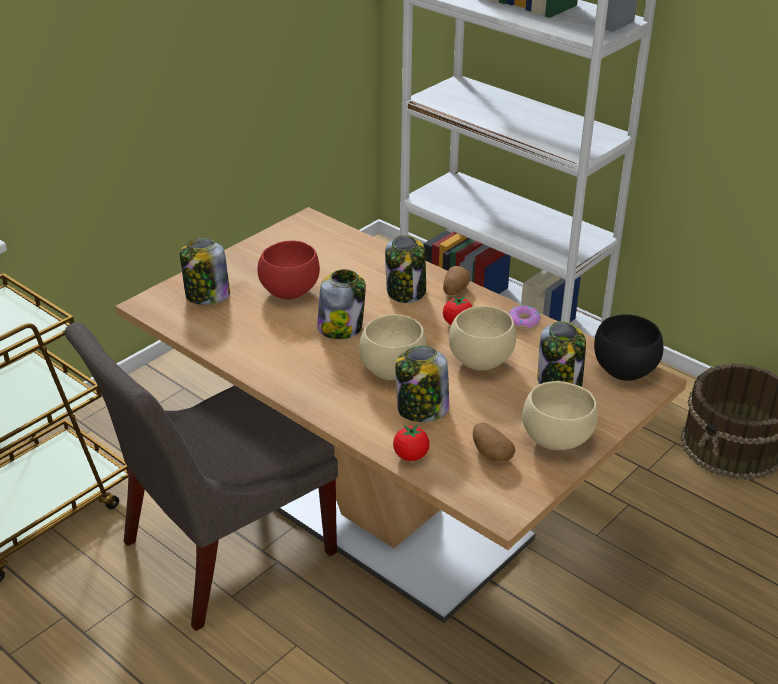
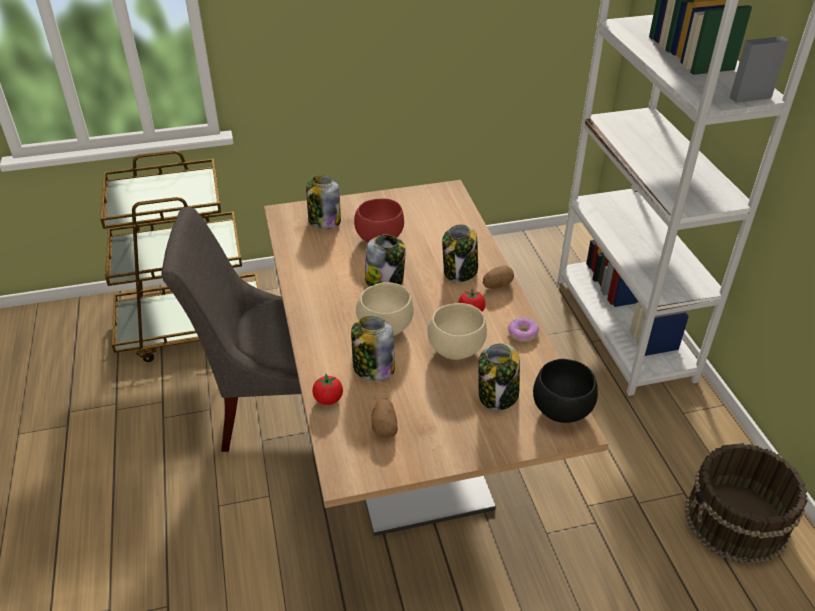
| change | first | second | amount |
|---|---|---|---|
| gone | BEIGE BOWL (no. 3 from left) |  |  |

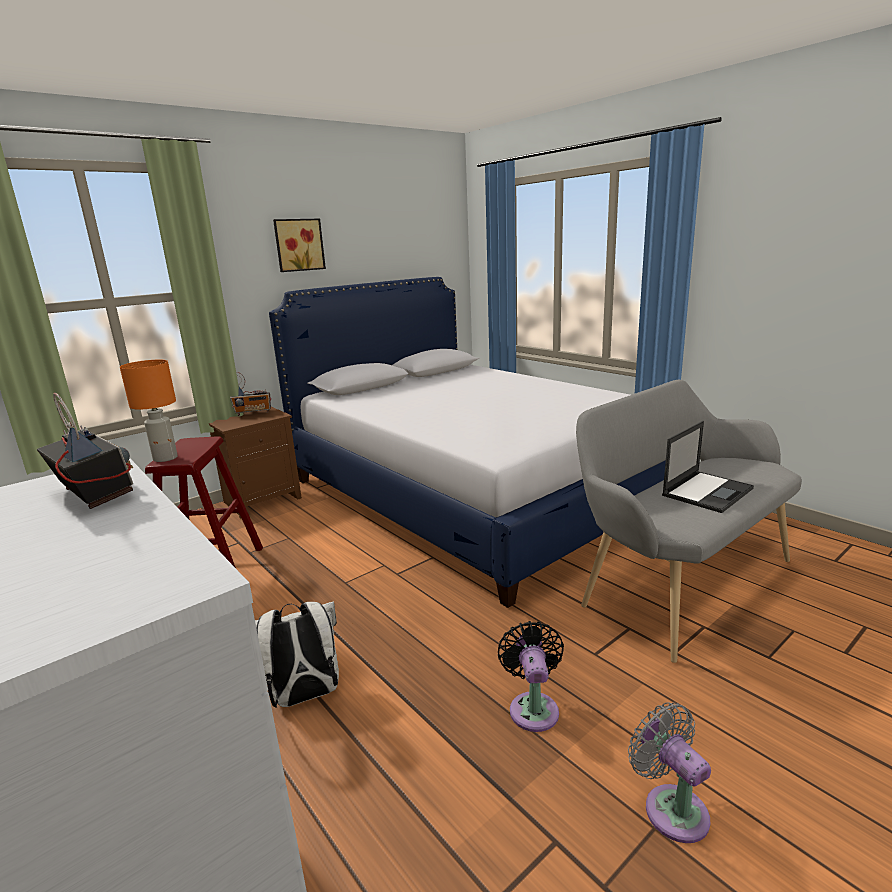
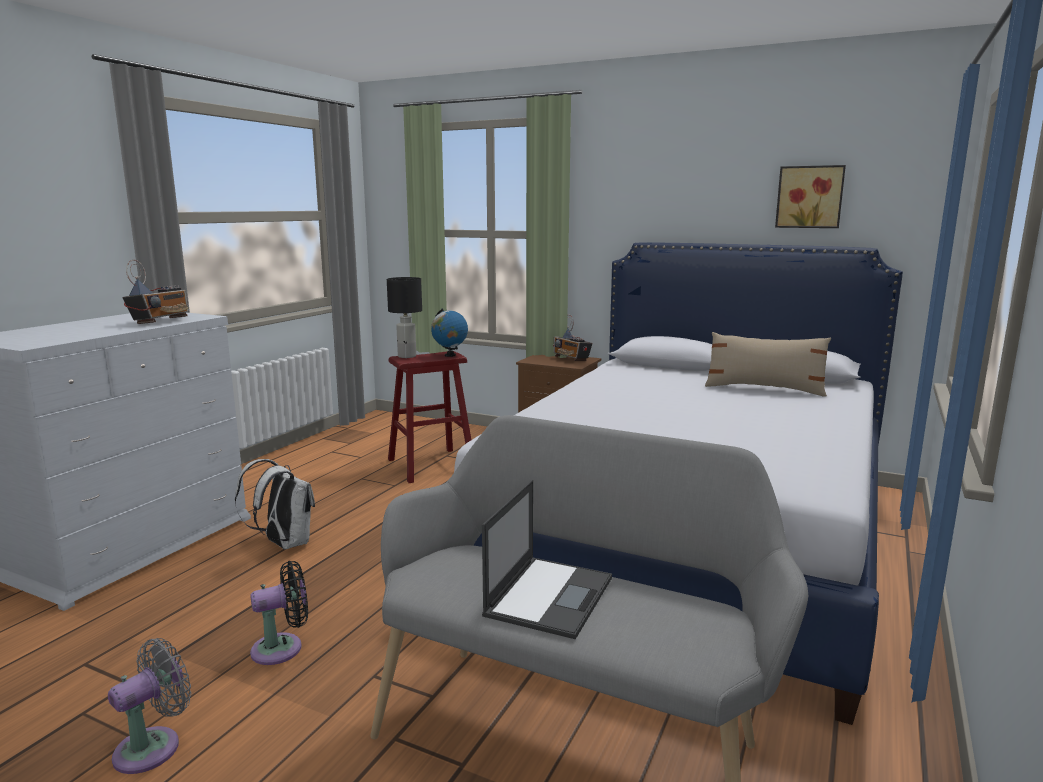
| change | first | second | amount |
|---|---|---|---|
| repainted | ORANGE TABLE LAMP | BLACK TABLE LAMP |  |
| new |  | GLOBE |  |
| rotated | LAPTOP |  | 90 degrees counterclockwise |
| new |  | BEIGE CUSHION |  |
| shifted | PICTURE |  |  |

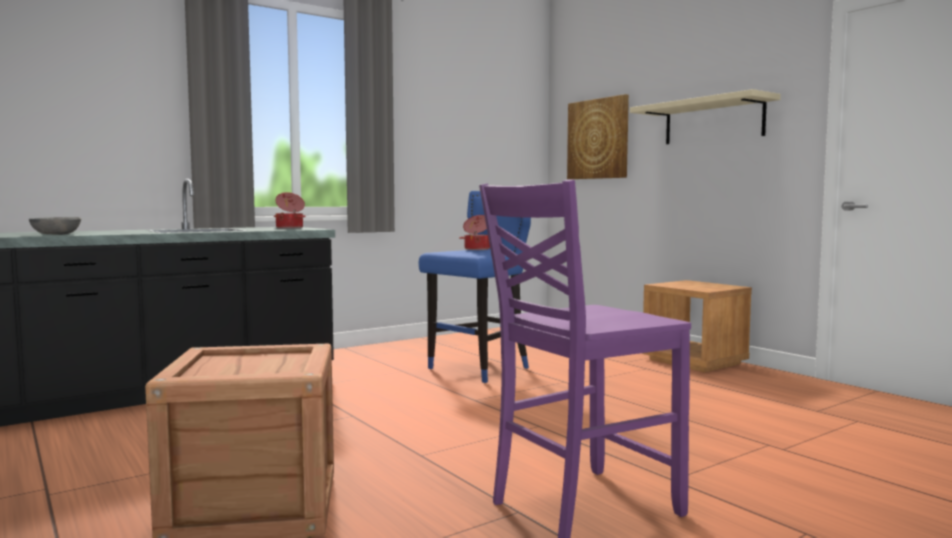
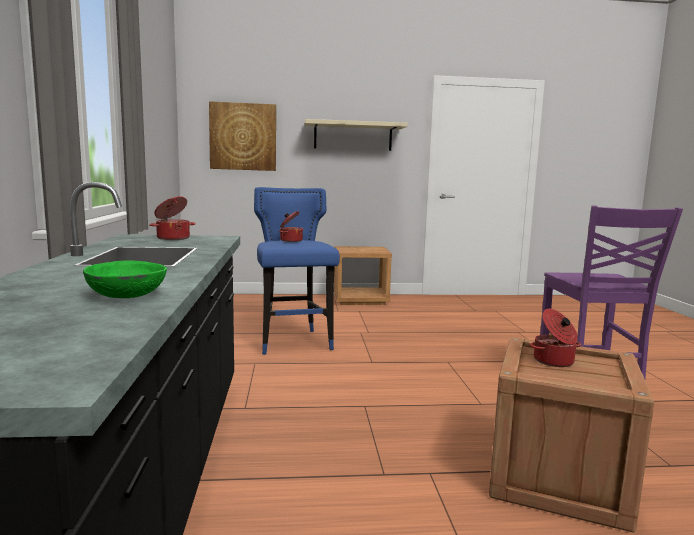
| change | first | second | amount |
|---|---|---|---|
| repainted | GREY BOWL | GREEN BOWL |  |
| new |  | SAUCEPOT (no. 3 from left) |  |

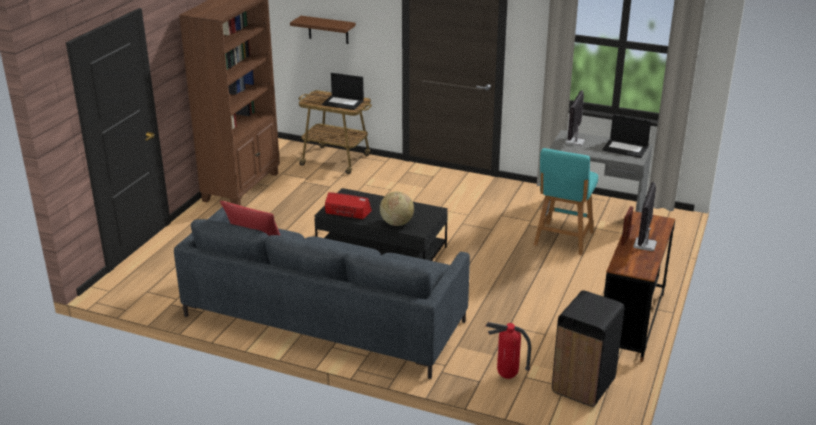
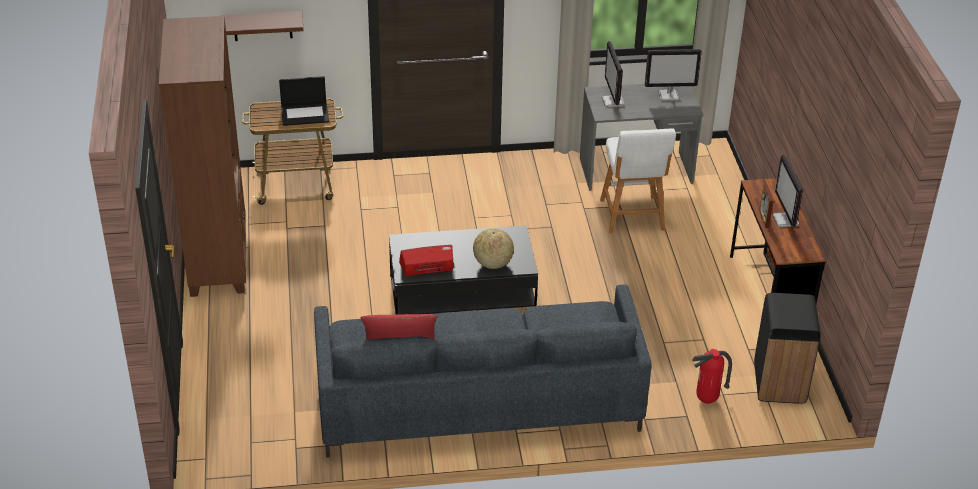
| change | first | second | amount |
|---|---|---|---|
| repainted | TURQUOISE STOOL | WHITE-COLOURED STOOL |  |
| swapped | LAPTOP (no. 2 from left) | COMPUTER DISPLAY (no. 2 from left) |  |

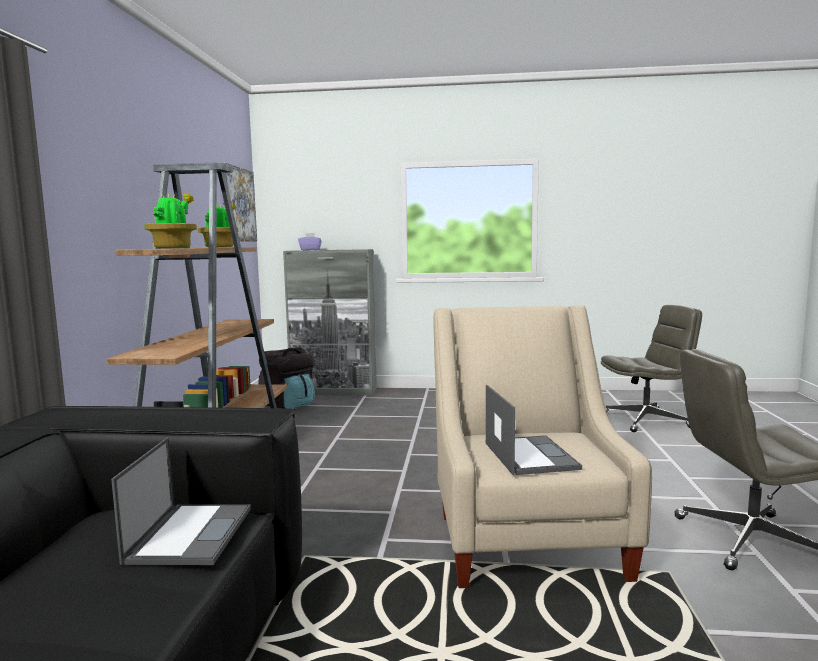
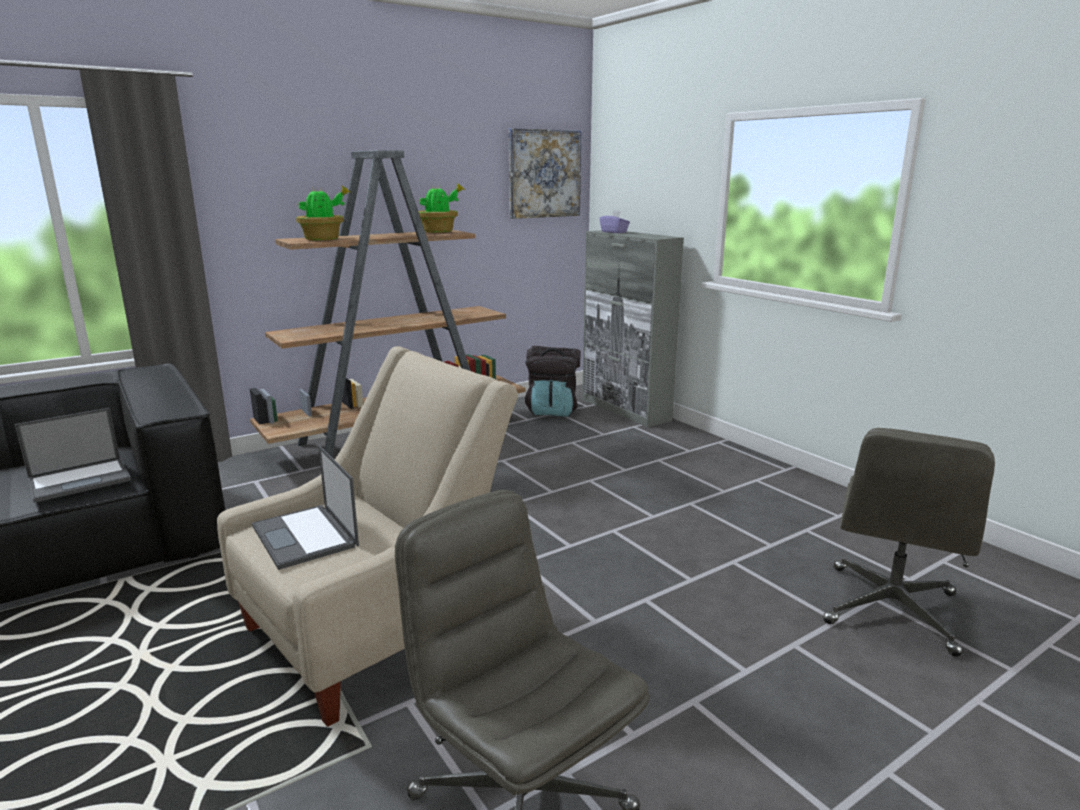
| change | first | second | amount |
|---|---|---|---|
| rotated | LAPTOP (no. 2 from left) |  | 105 degrees clockwise |
| rotated | GREY DESK CHAIR (no. 1 from left in the first image) | GREY DESK CHAIR (no. 2 from left) | 75 degrees clockwise |

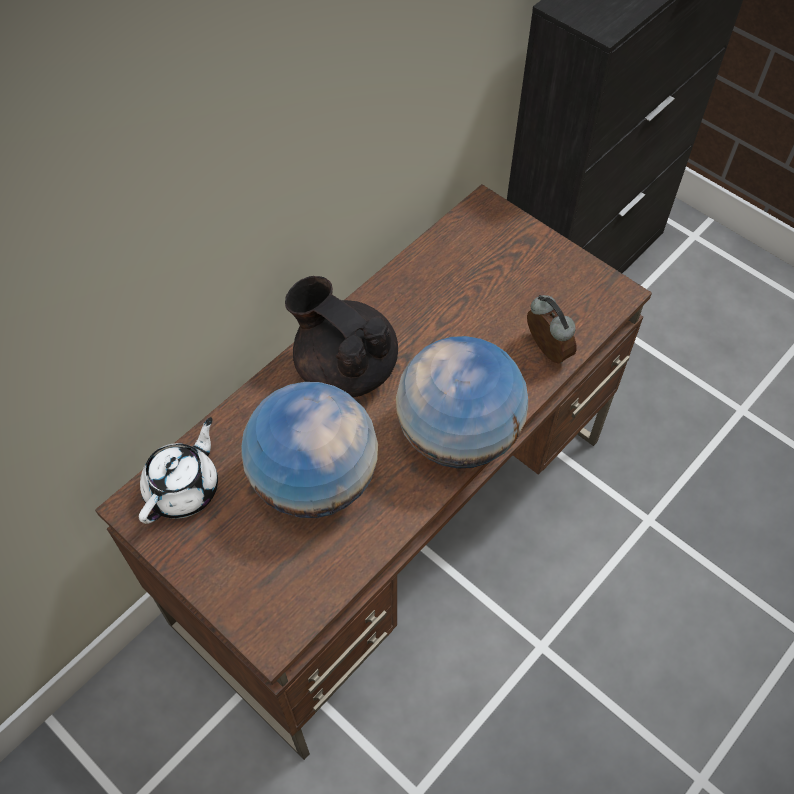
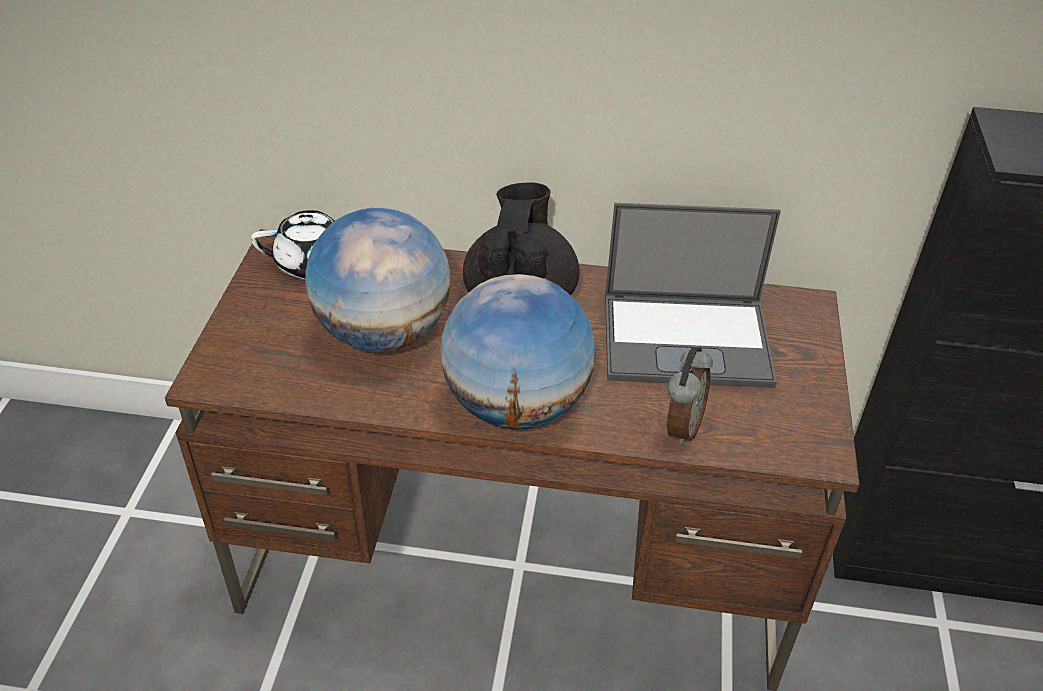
| change | first | second | amount |
|---|---|---|---|
| new |  | LAPTOP |  |

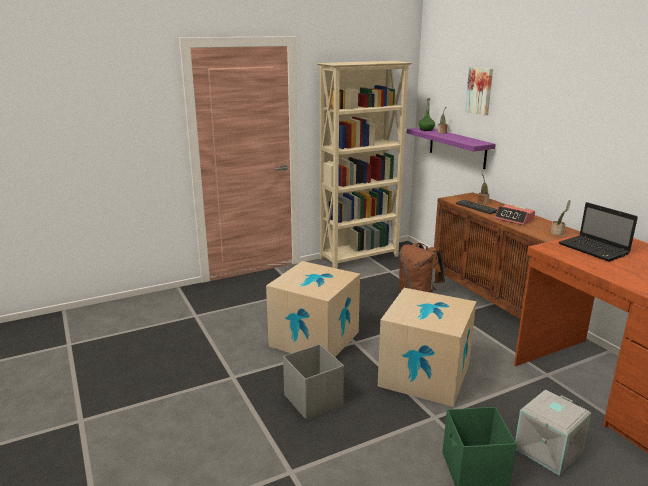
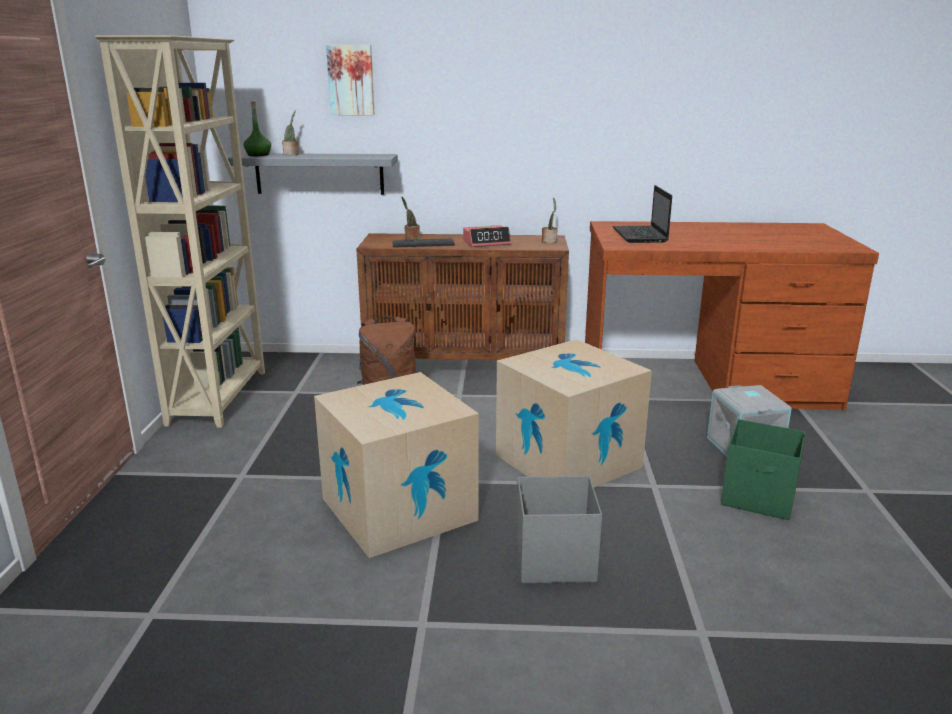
| change | first | second | amount |
|---|---|---|---|
| repainted | PURPLE BRACKET SHELF | GREY BRACKET SHELF |  |
| rotated | LAPTOP |  | 90 degrees clockwise |

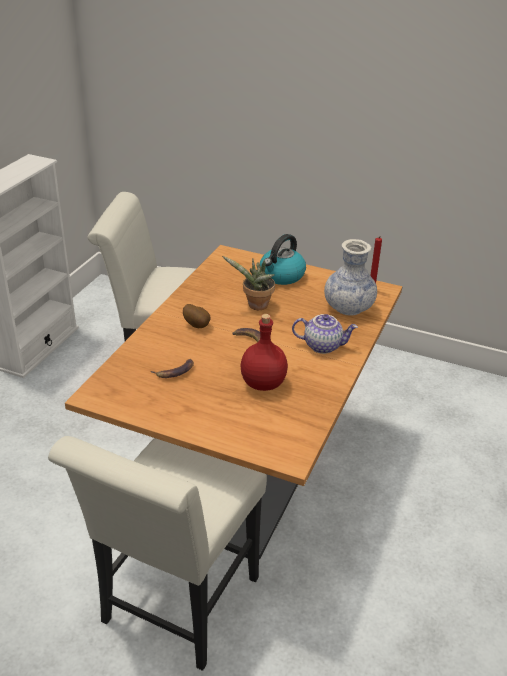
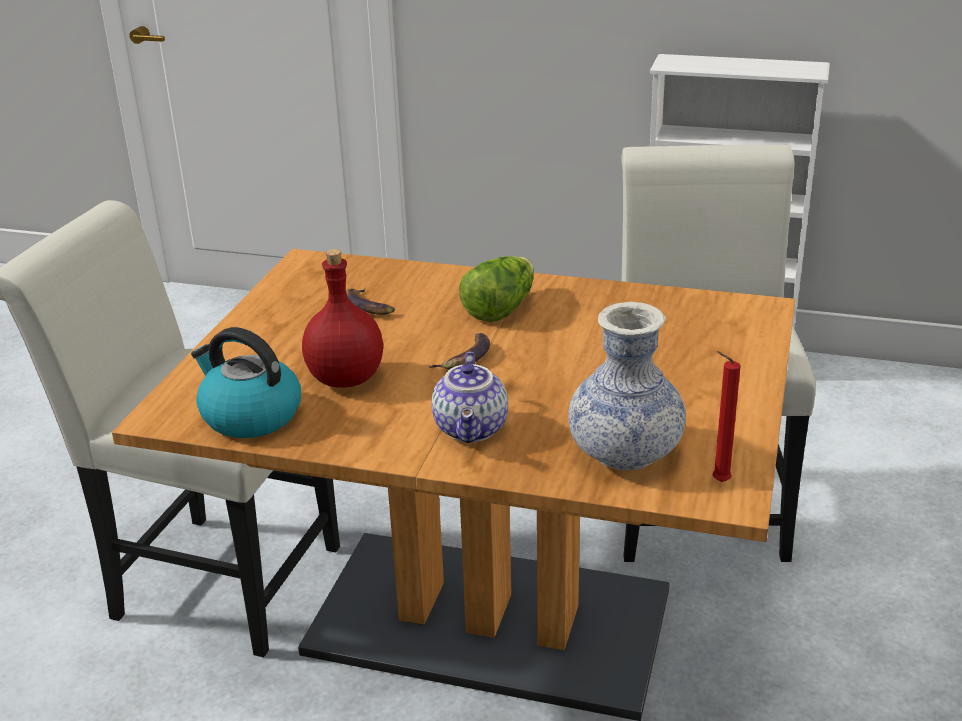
| change | first | second | amount |
|---|---|---|---|
| shifted | KETTLE |  |  |
| swapped | WHOLE POTATO | HEAD OF LETTUCE |  |
| gone | POTTED PLANT |  |  |

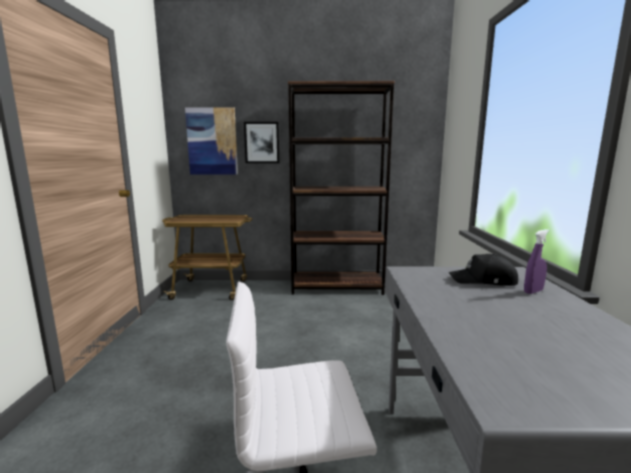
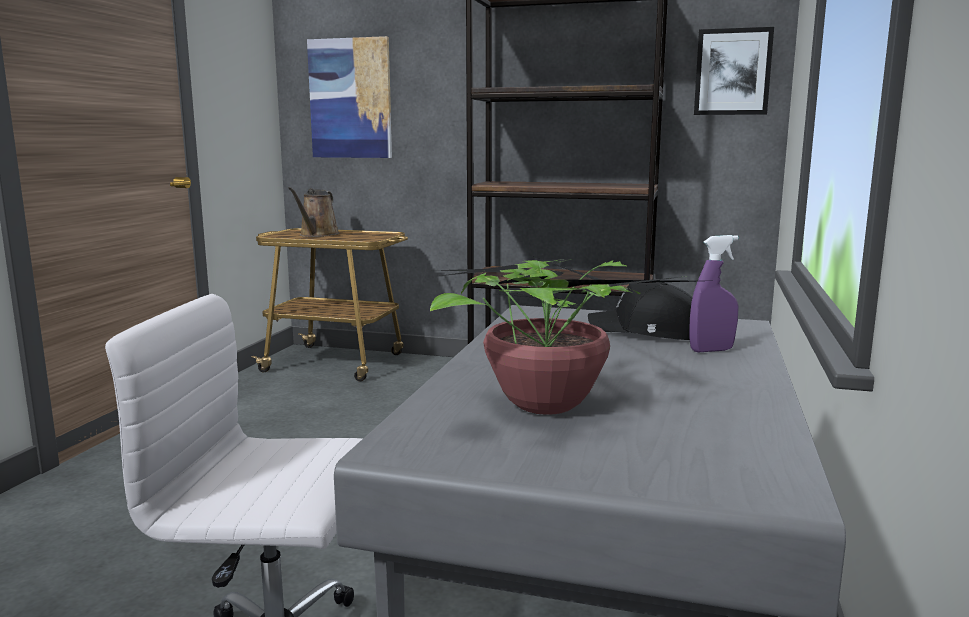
| change | first | second | amount |
|---|---|---|---|
| new |  | BROWNISH WATERING CAN |  |
| new |  | POTTED PLANT |  |
| shifted | PICTURE (no. 2 from left) |  |  |

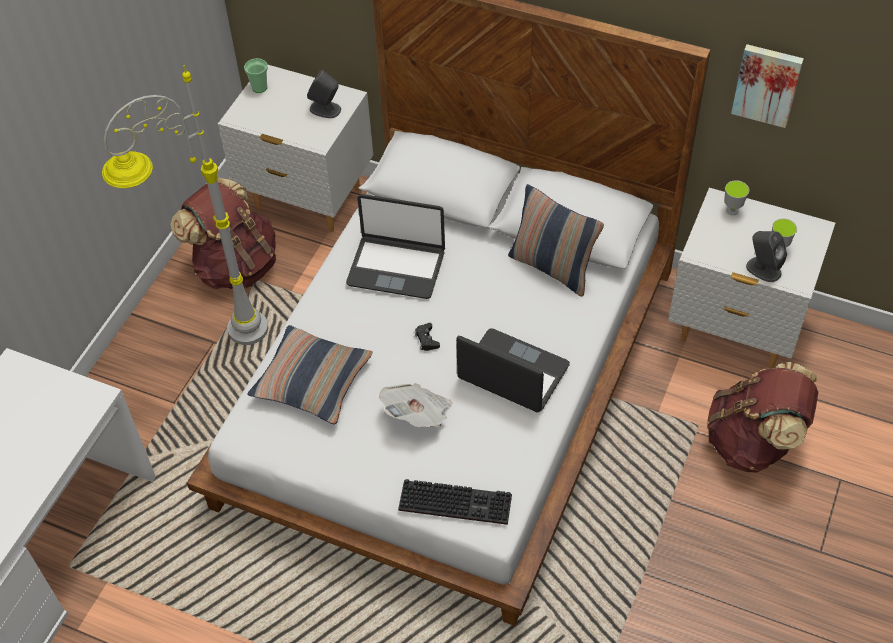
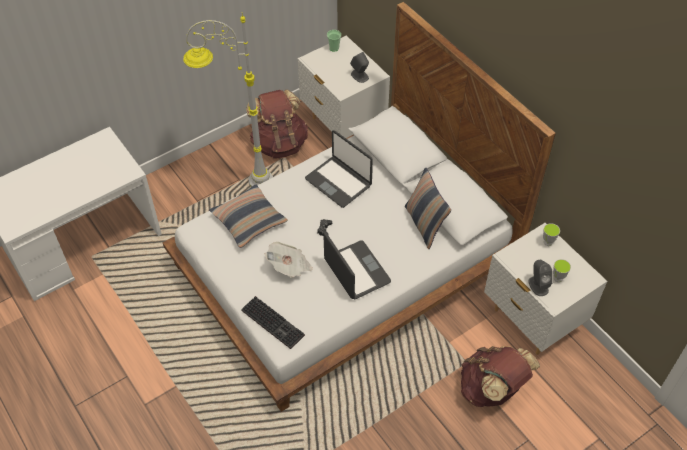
| change | first | second | amount |
|---|---|---|---|
| gone | PICTURE |  |  |

